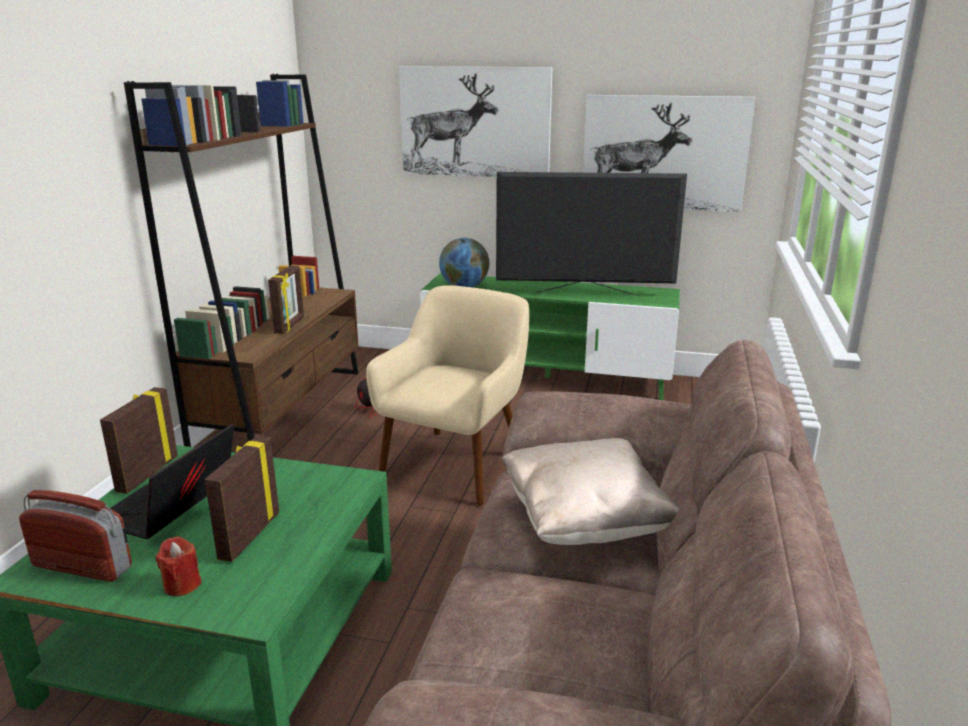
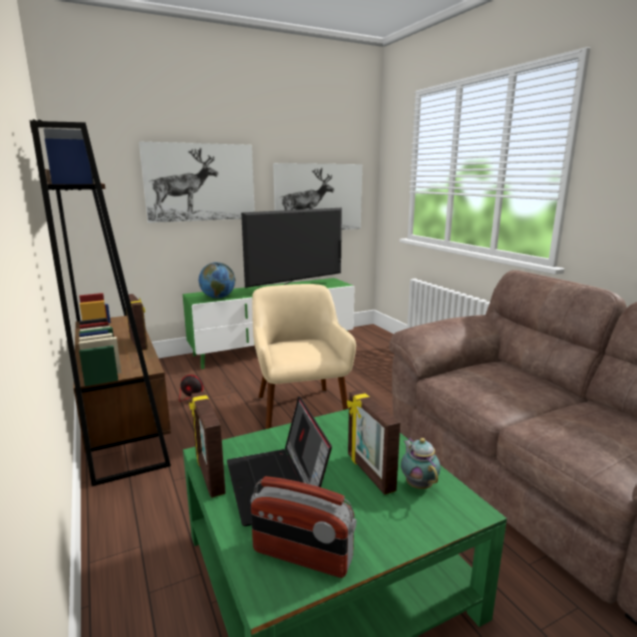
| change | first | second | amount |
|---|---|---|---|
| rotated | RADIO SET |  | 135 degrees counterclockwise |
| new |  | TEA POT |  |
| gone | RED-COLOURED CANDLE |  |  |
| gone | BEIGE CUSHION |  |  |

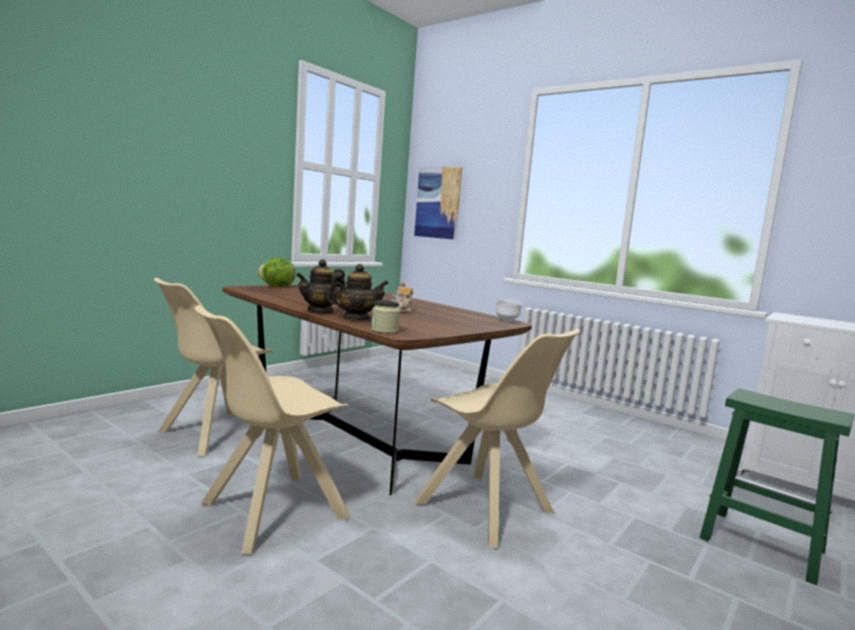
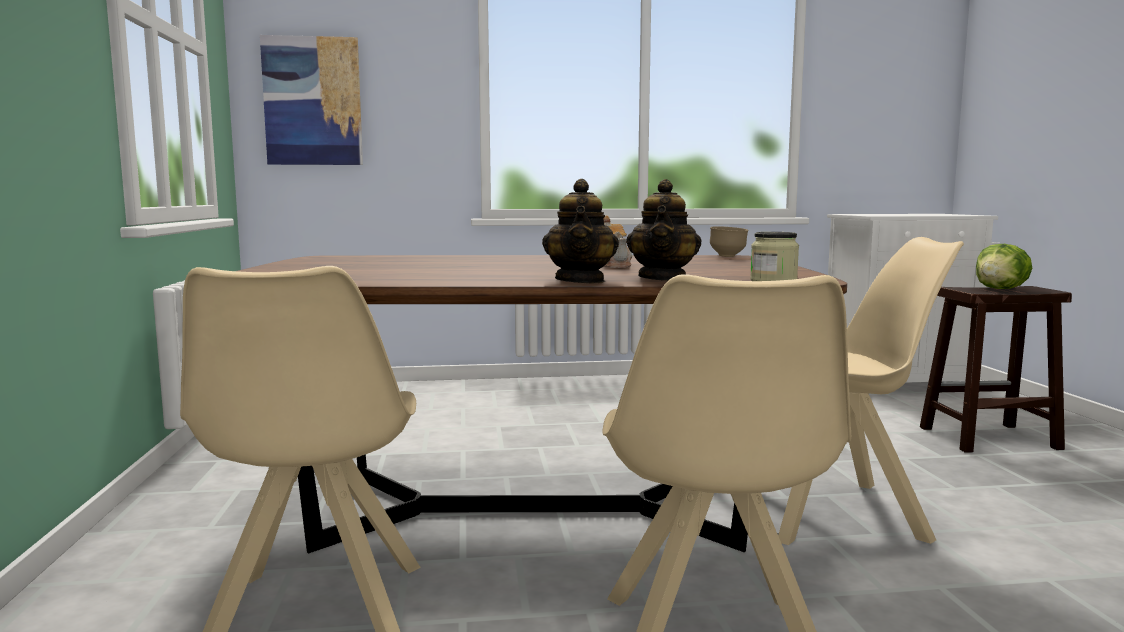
| change | first | second | amount |
|---|---|---|---|
| rotated | TEA POT (no. 2 from left in the first image) | TEA POT (no. 3 from left) | 150 degrees clockwise |
| repainted | WHITE-COLOURED BOWL | BROWNISH BOWL |  |
| repainted | GREEN STOOL | BROWNISH STOOL |  |
| shifted | HEAD OF LETTUCE |  |  |

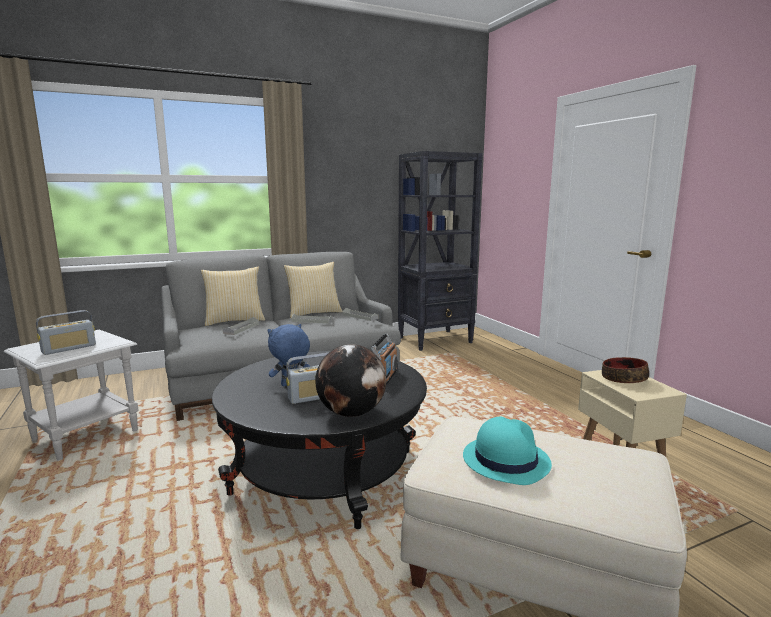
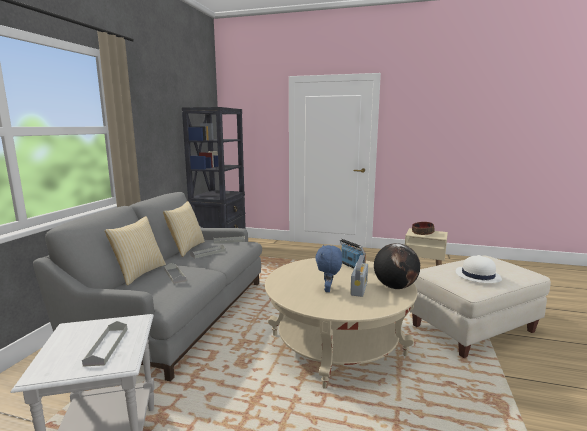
| change | first | second | amount |
|---|---|---|---|
| swapped | RADIO SET (no. 1 from left) | GREY TRAY (no. 1 from left) |  |
| repainted | BLACK COFFEE TABLE | BEIGE COFFEE TABLE |  |
| repainted | TURQUOISE WEARABLE HAT | WHITE-COLOURED WEARABLE HAT |  |

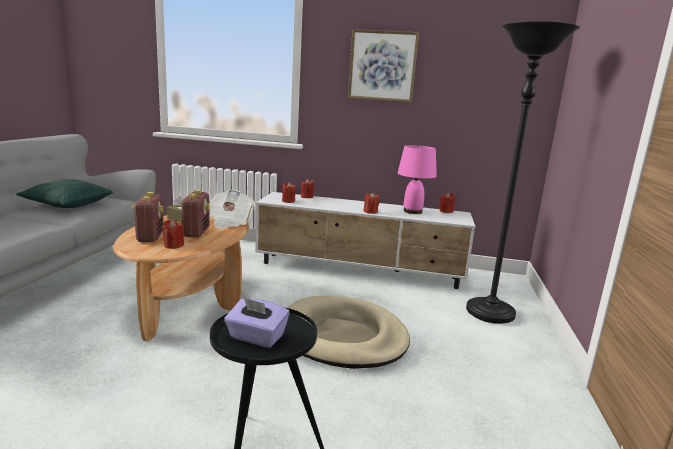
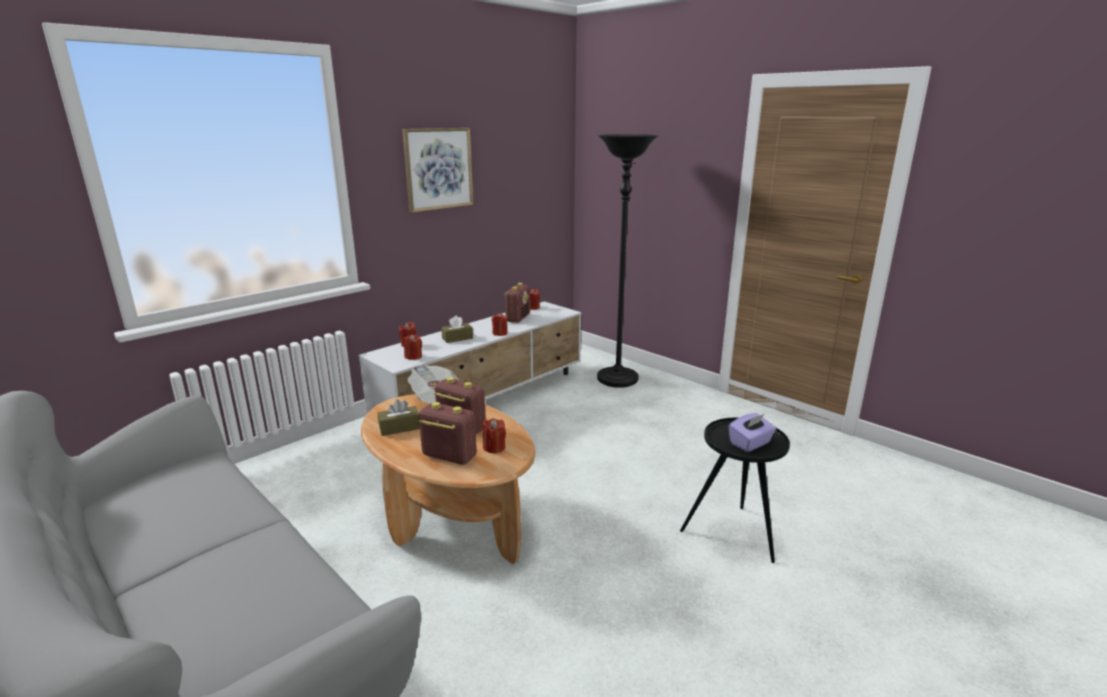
| change | first | second | amount |
|---|---|---|---|
| new |  | BROWNISH BOX OF TISSUES (no. 2 from left) |  |
| swapped | PINK TABLE LAMP | RADIO SET (no. 3 from left) |  |
| gone | GREEN CUSHION |  |  |
| gone | BEIGE PET BED |  |  |

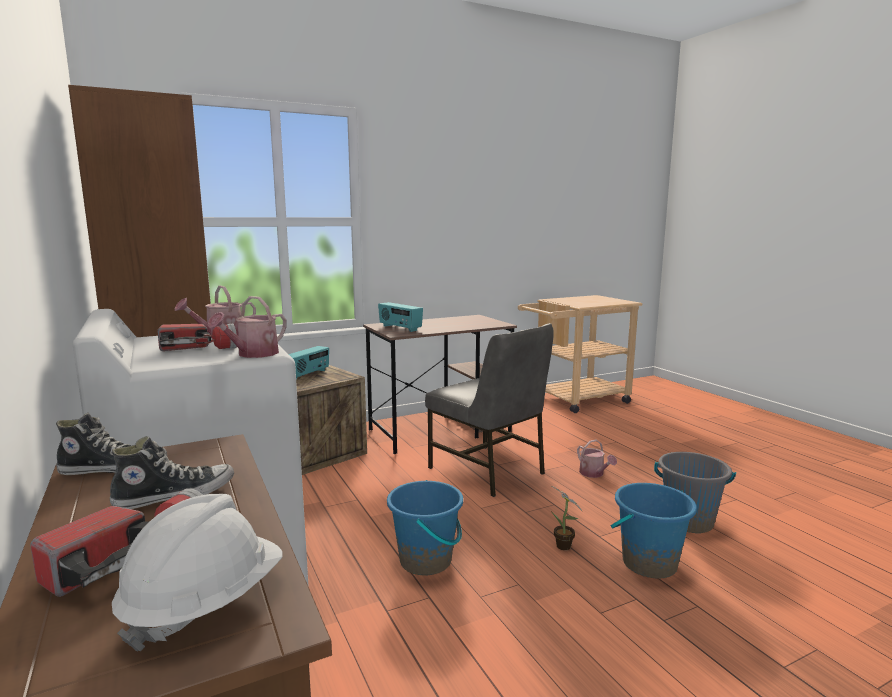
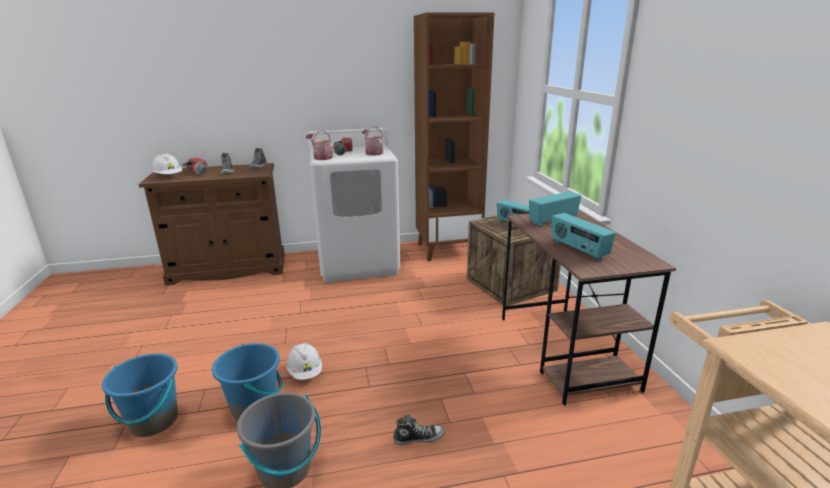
| change | first | second | amount |
|---|---|---|---|
| shifted | BLUISH BUCKET (no. 1 from left) |  |  |
| swapped | POTTED PLANT | WHITE-COLOURED WORK HELMET (no. 2 from left) |  |
| swapped | WATERING CAN (no. 3 from left) | SHOE (no. 3 from left) |  |
| new |  | RADIO SET (no. 3 from left) |  |
| gone | GREY CHAIR |  |  |

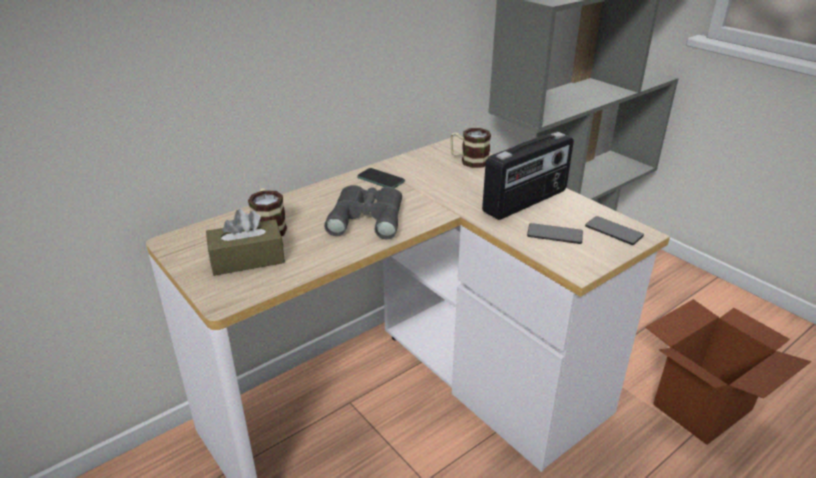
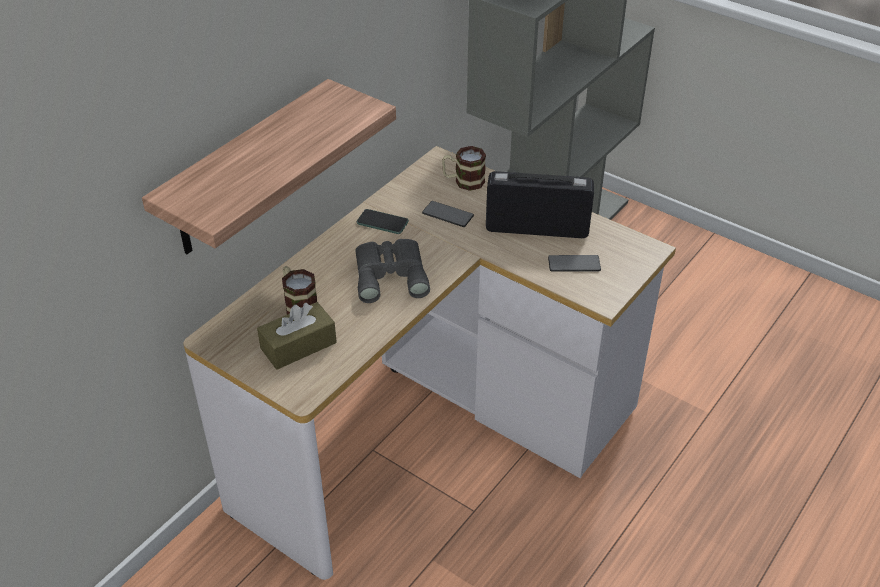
| change | first | second | amount |
|---|---|---|---|
| new |  | BRACKET SHELF |  |
| shifted | PHONE (no. 3 from left in the first image) | PHONE (no. 2 from left) |  |
| rotated | RADIO SET |  | 120 degrees counterclockwise |
| gone | CARTON |  |  |

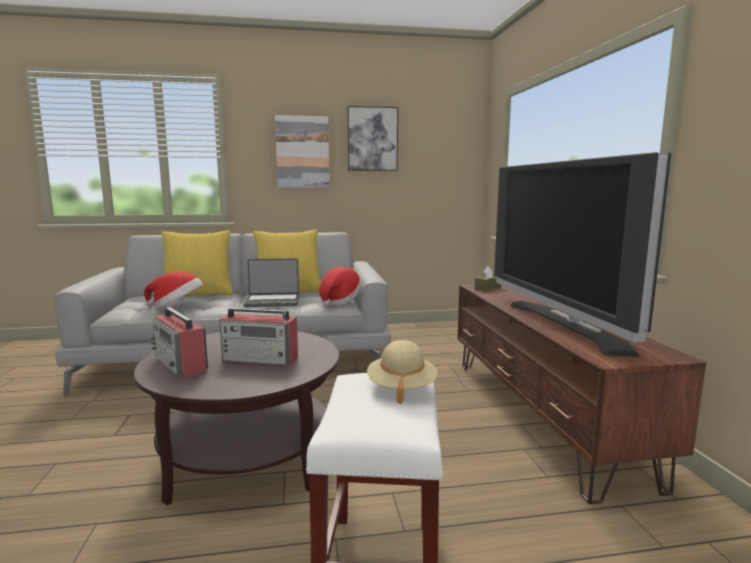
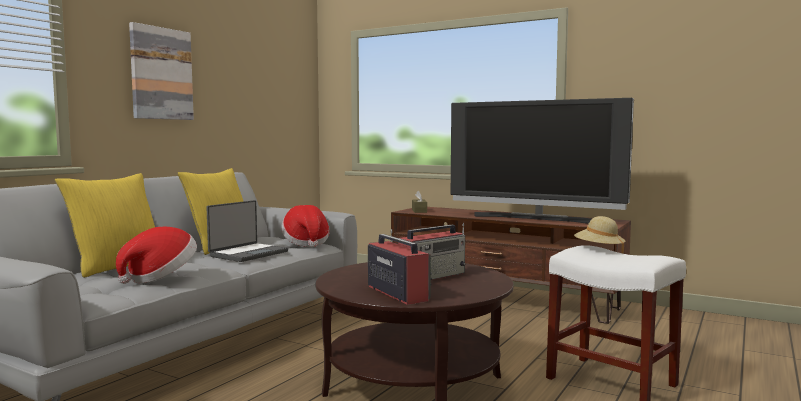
| change | first | second | amount |
|---|---|---|---|
| rotated | RADIO SET (no. 1 from left) |  | 120 degrees counterclockwise |
| gone | PICTURE (no. 2 from left) |  |  |

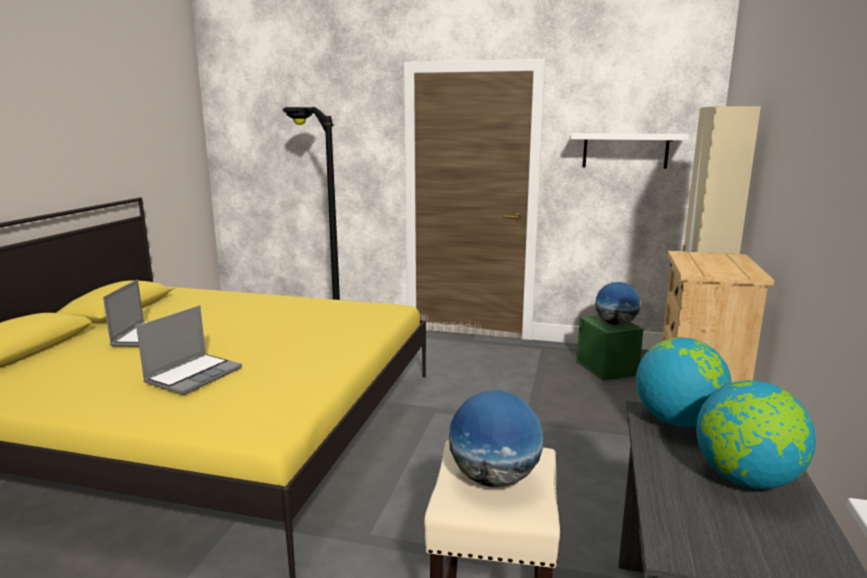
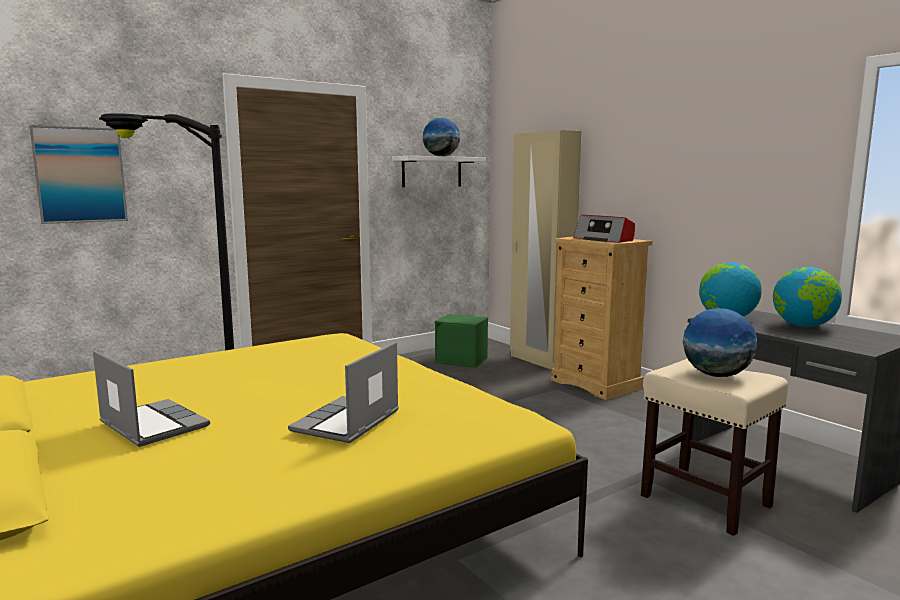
| change | first | second | amount |
|---|---|---|---|
| new |  | PICTURE |  |
| rotated | LAPTOP (no. 2 from left) |  | 135 degrees counterclockwise |
| shifted | GLOBE (no. 2 from left in the first image) | GLOBE (no. 1 from left) |  |
| new |  | RADIO SET |  |

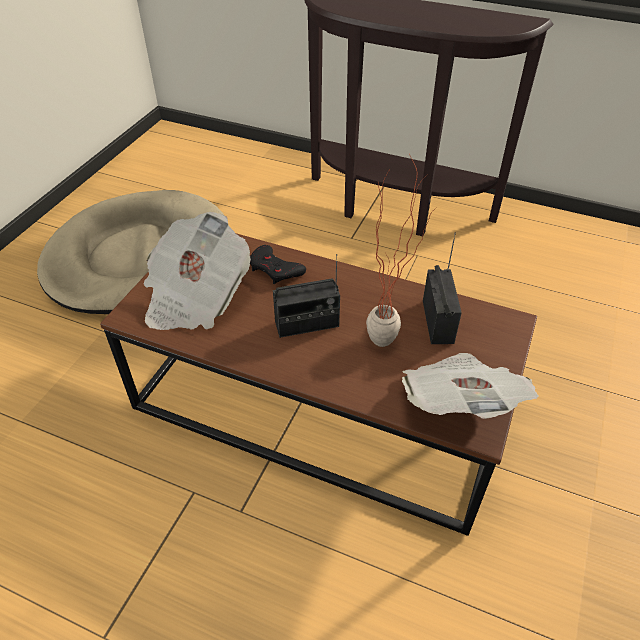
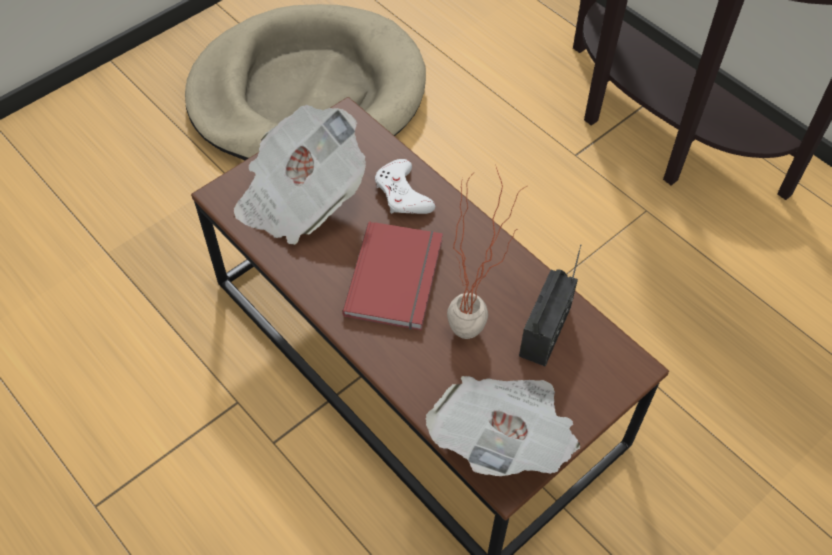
| change | first | second | amount |
|---|---|---|---|
| swapped | RADIO SET (no. 1 from left) | RED-COLOURED BOOK |  |
| repainted | BLACK GAMEPAD | WHITE-COLOURED GAMEPAD |  |

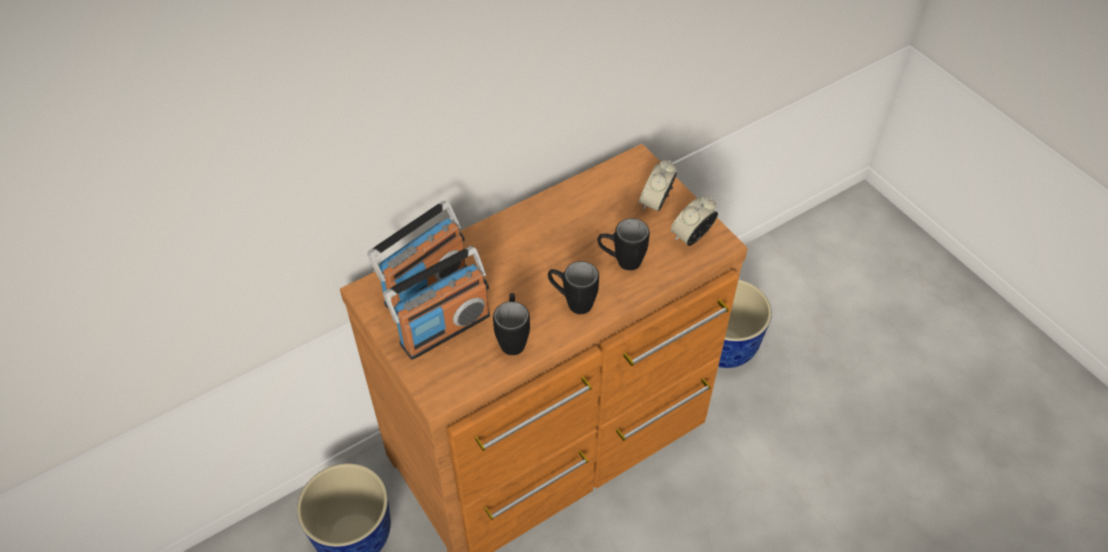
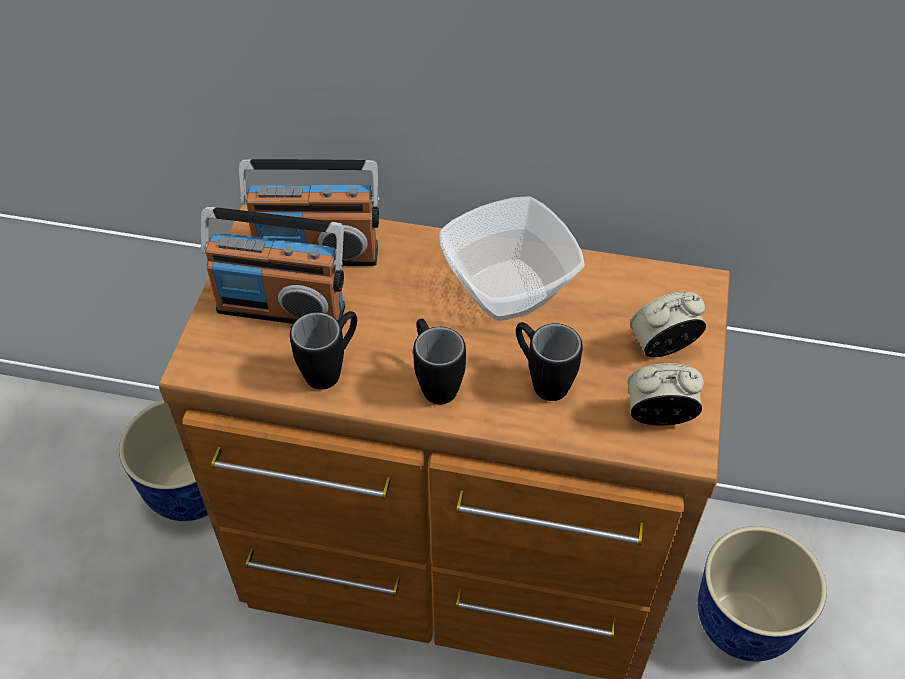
| change | first | second | amount |
|---|---|---|---|
| new |  | BOWL |  |

